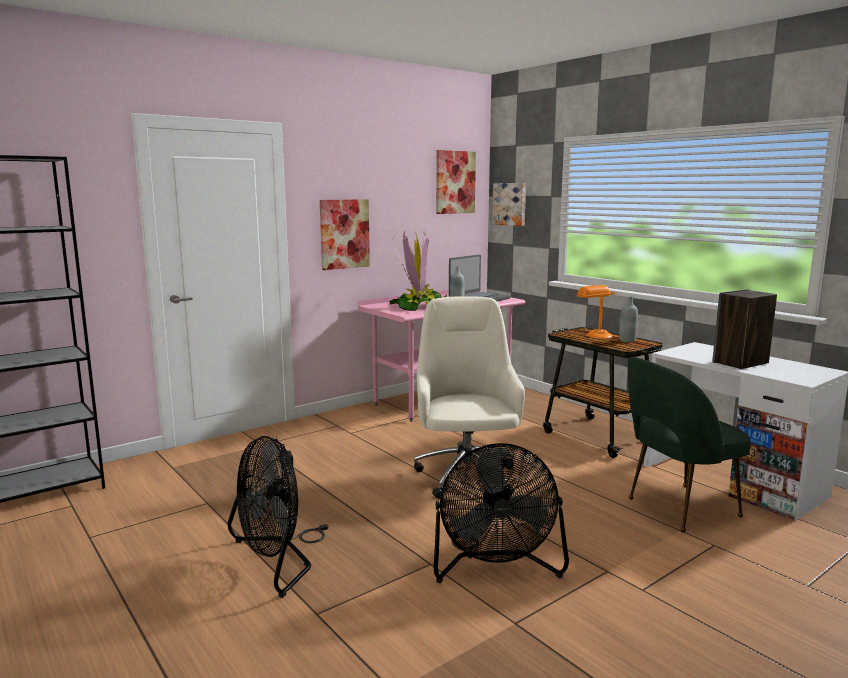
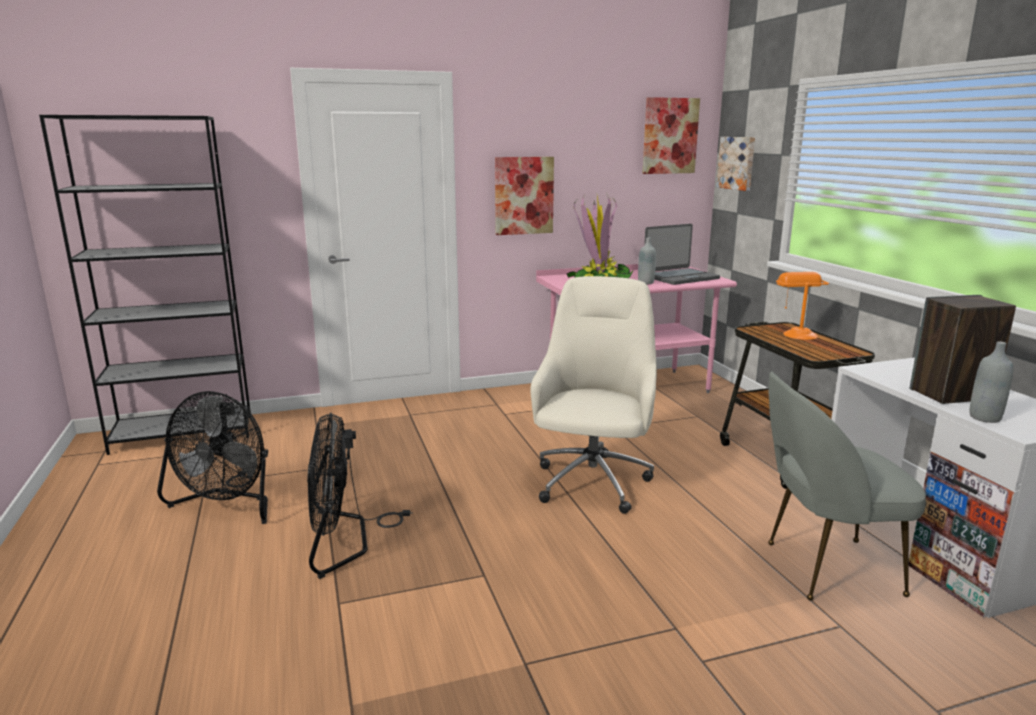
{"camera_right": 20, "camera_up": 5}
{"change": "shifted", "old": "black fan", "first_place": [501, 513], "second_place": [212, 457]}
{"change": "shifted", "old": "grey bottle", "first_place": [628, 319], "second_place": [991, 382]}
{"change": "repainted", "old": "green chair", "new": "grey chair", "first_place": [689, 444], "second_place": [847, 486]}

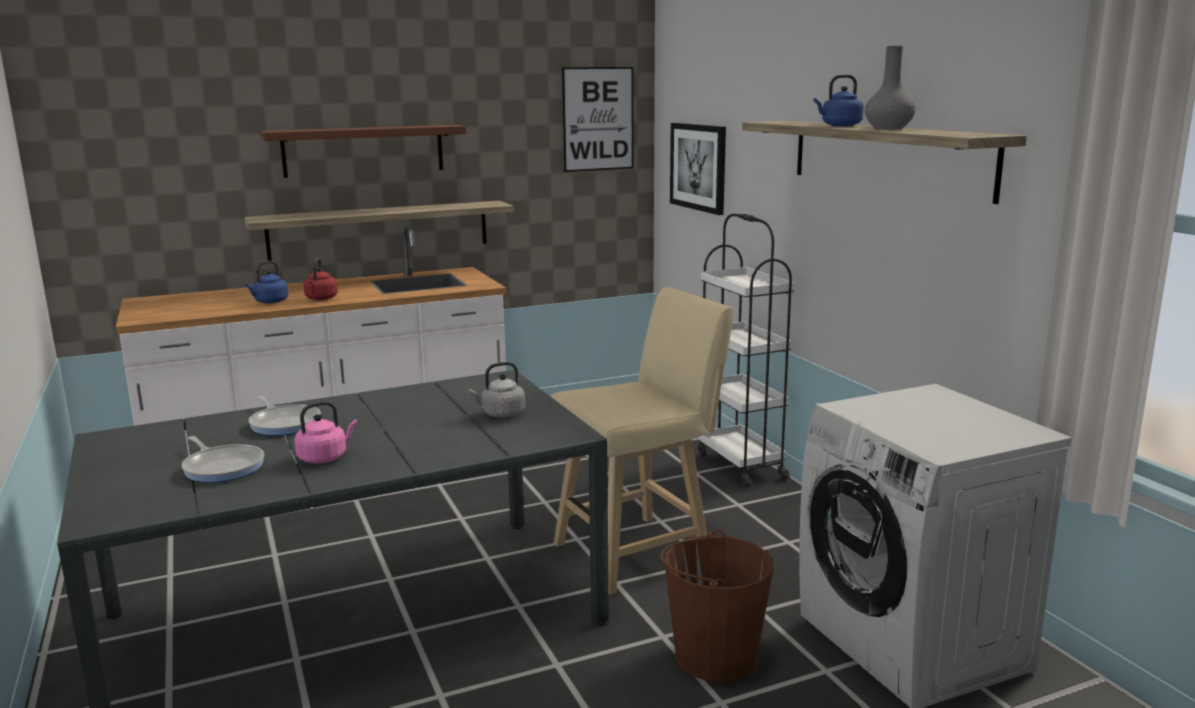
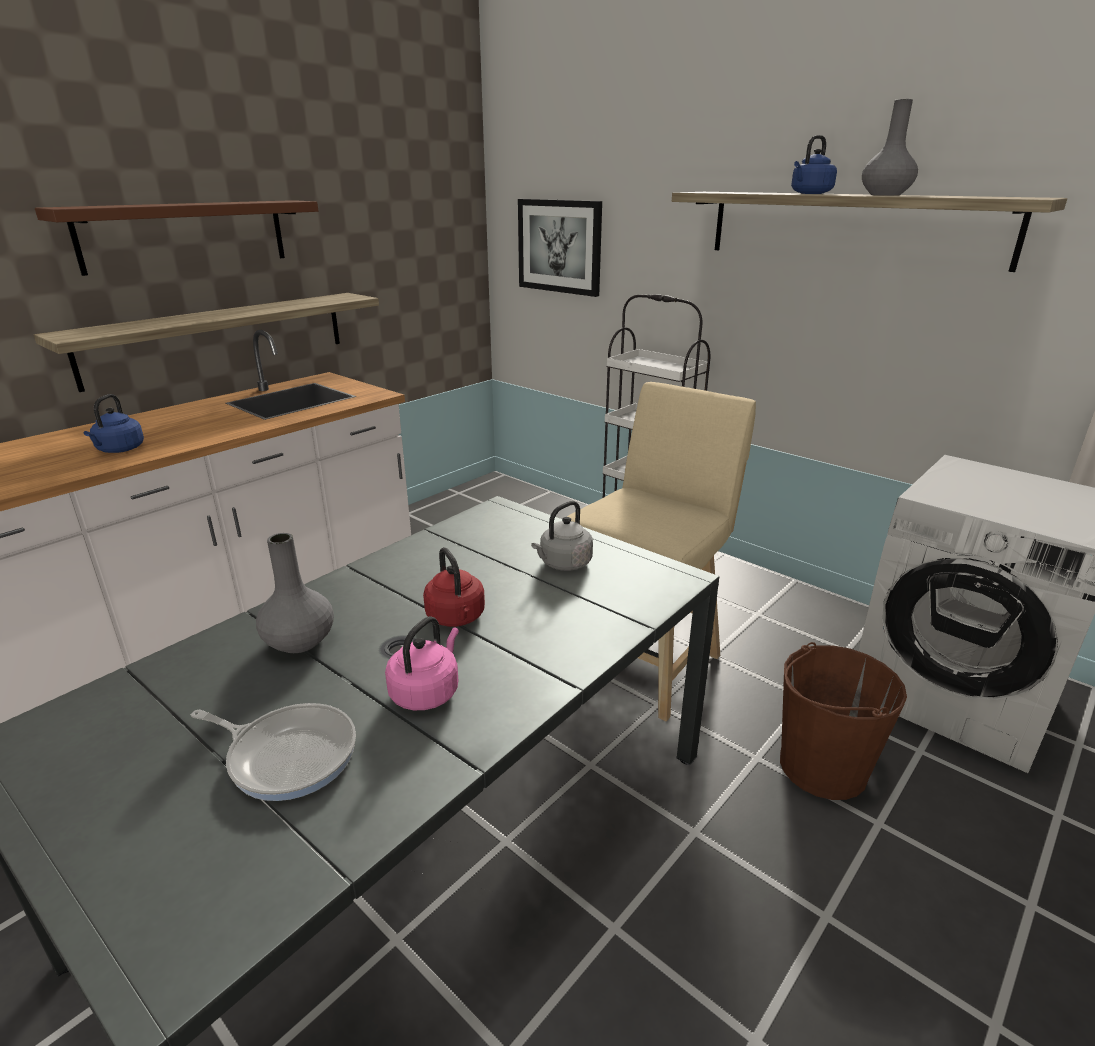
{"camera_right": -25, "camera_up": 10}
{"change": "swapped", "old": "frying pan", "new": "grey vase", "first_place": [284, 416], "second_place": [295, 593]}
{"change": "shifted", "old": "red kettle", "first_place": [320, 279], "second_place": [454, 587]}
{"change": "gone", "old": "picture", "first_place": [597, 119]}

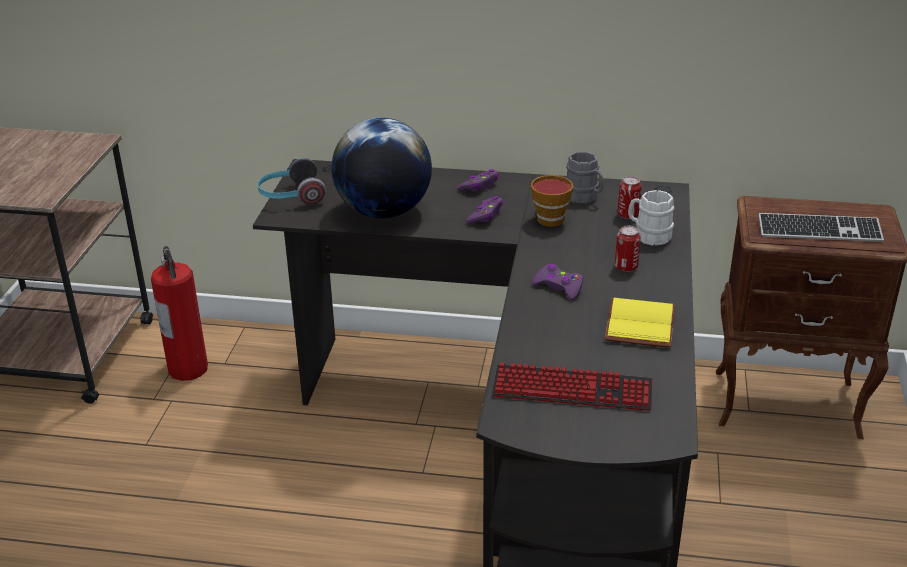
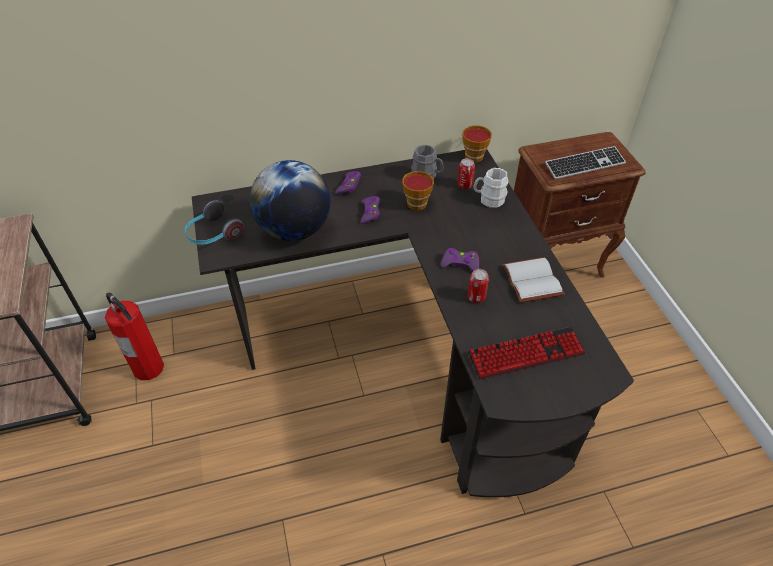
{"camera_right": -25, "camera_up": 15}
{"change": "repainted", "old": "yellow book", "new": "white book", "first_place": [640, 323], "second_place": [533, 280]}
{"change": "shifted", "old": "can", "first_place": [628, 249], "second_place": [478, 286]}
{"change": "new", "new": "cup", "second_place": [477, 143]}

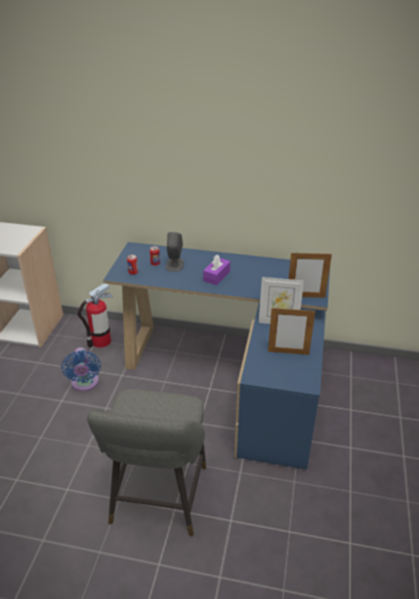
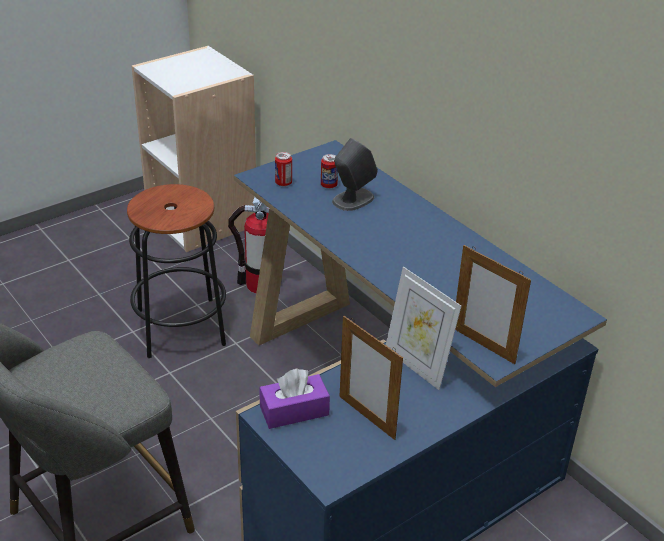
{"camera_right": 40, "camera_up": 0}
{"change": "swapped", "old": "blue fan", "new": "black stool", "first_place": [81, 369], "second_place": [176, 271]}
{"change": "shifted", "old": "purple tissue box", "first_place": [216, 270], "second_place": [294, 399]}

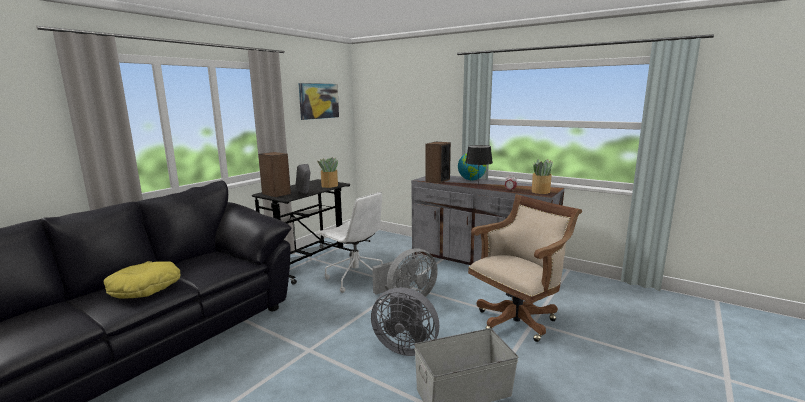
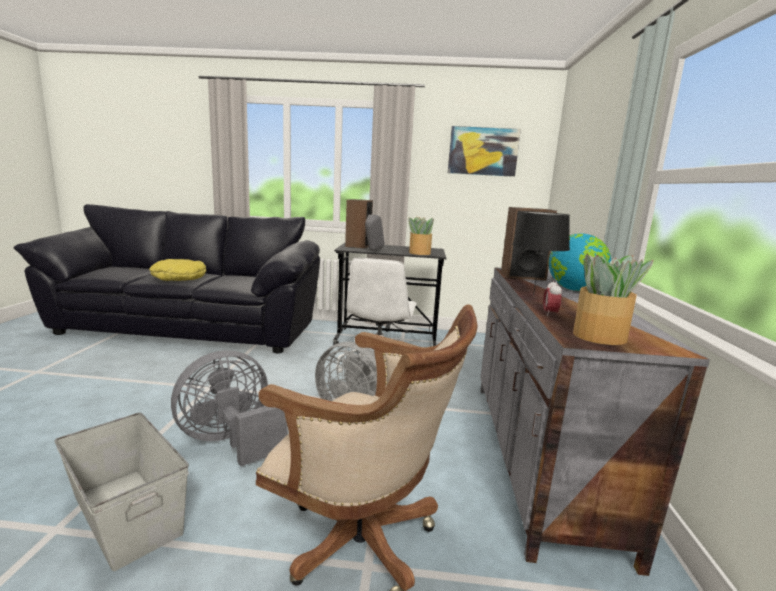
{"camera_right": 60, "camera_up": 0}
{"change": "rotated", "old": "grey fan", "first_place": [405, 321], "second_place": [229, 408], "degrees": 60}

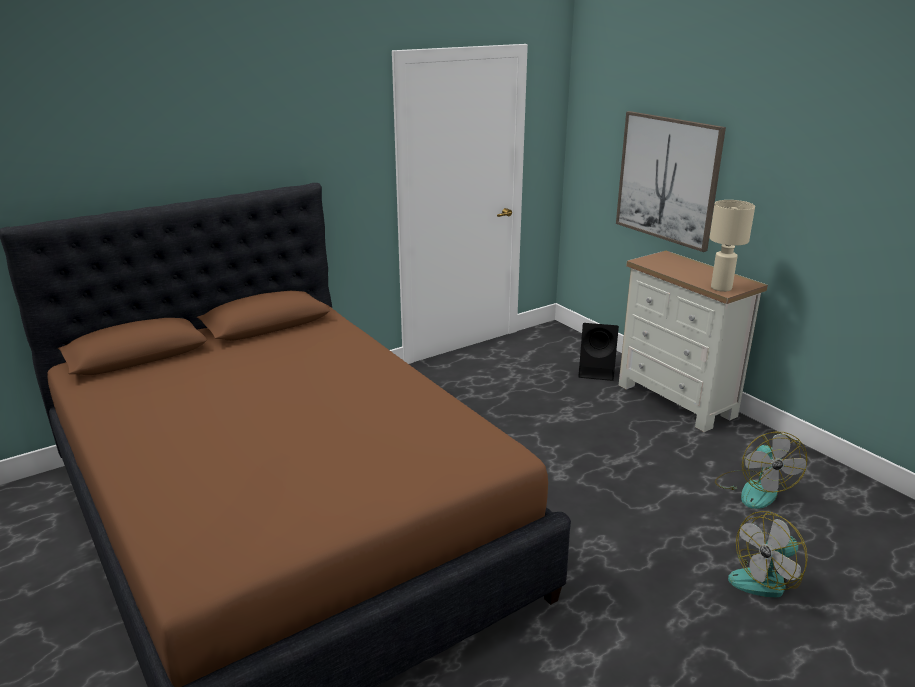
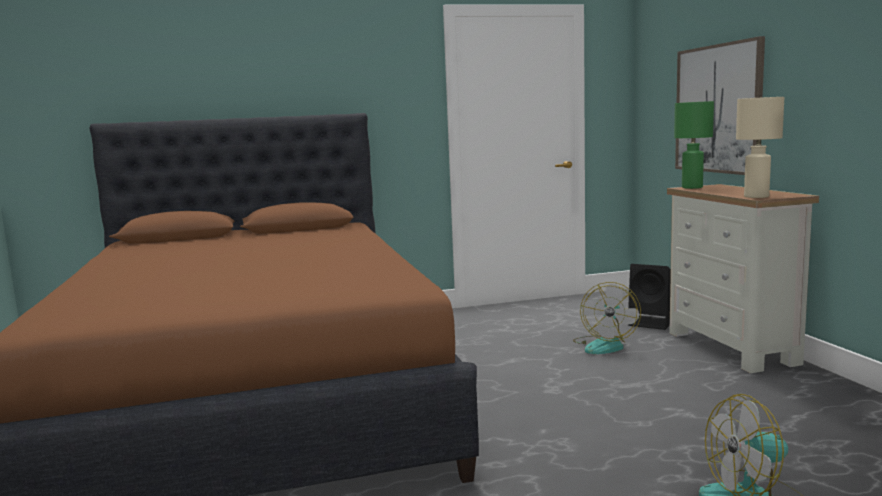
{"camera_right": 20, "camera_up": -15}
{"change": "shifted", "old": "fan", "first_place": [761, 470], "second_place": [607, 318]}
{"change": "new", "new": "green table lamp", "second_place": [694, 145]}

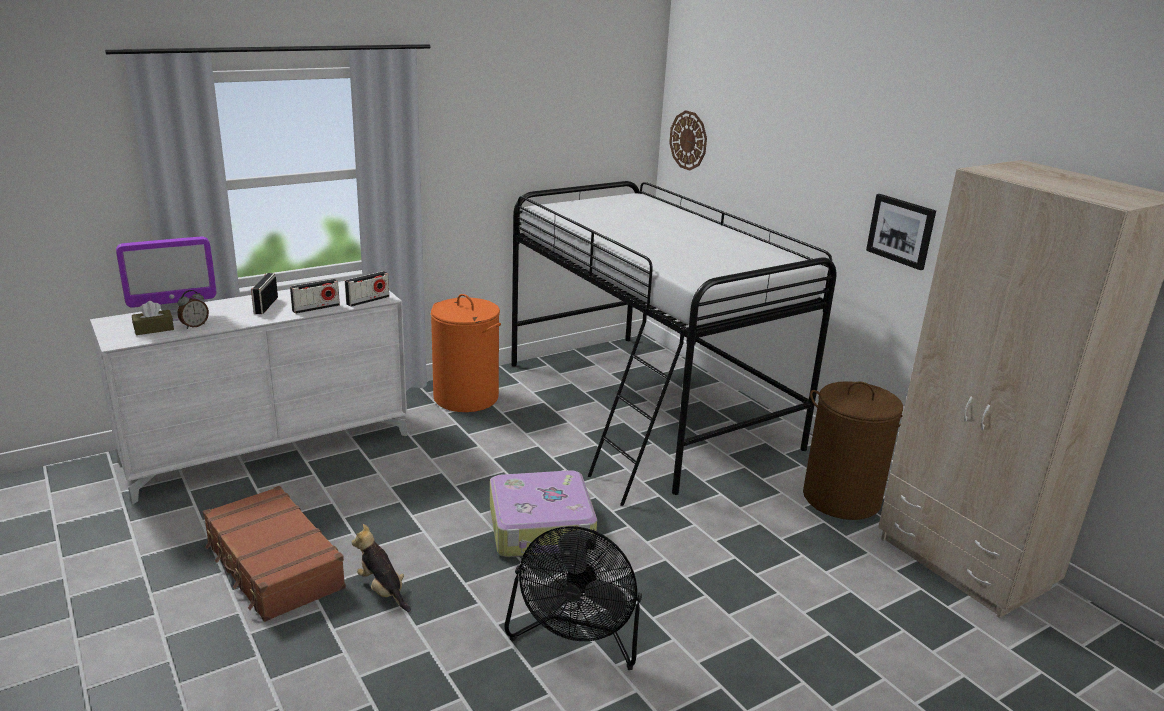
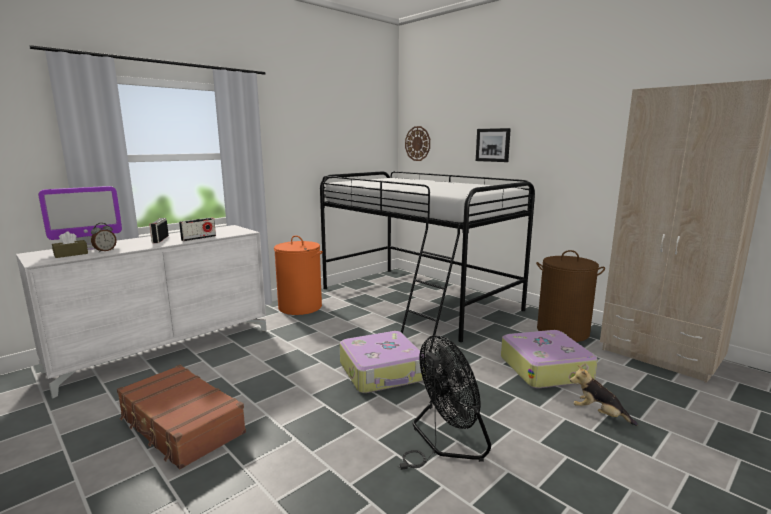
{"camera_right": -10, "camera_up": -10}
{"change": "gone", "old": "radio", "first_place": [367, 289]}
{"change": "shifted", "old": "plush toy", "first_place": [381, 568], "second_place": [604, 395]}
{"change": "rotated", "old": "black fan", "first_place": [573, 597], "second_place": [444, 403], "degrees": -120}
{"change": "shifted", "old": "picture", "first_place": [901, 232], "second_place": [493, 145]}
{"change": "new", "new": "suitcase", "second_place": [549, 359]}

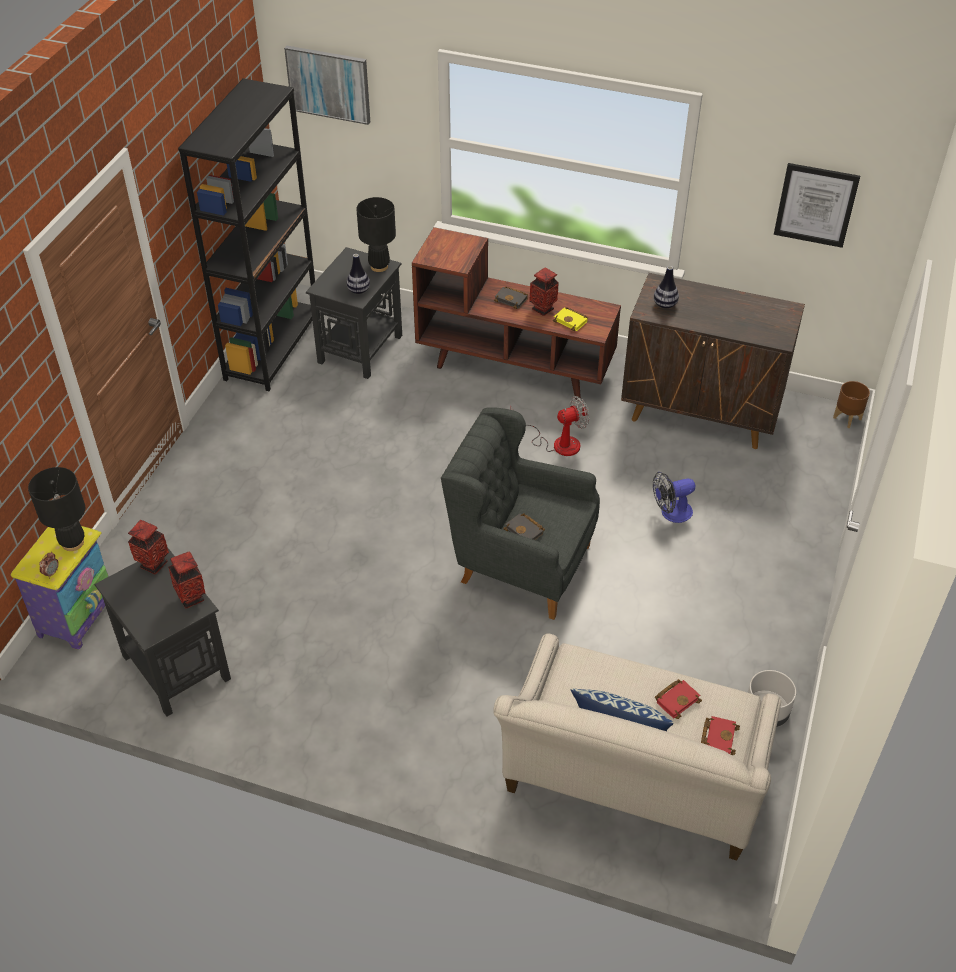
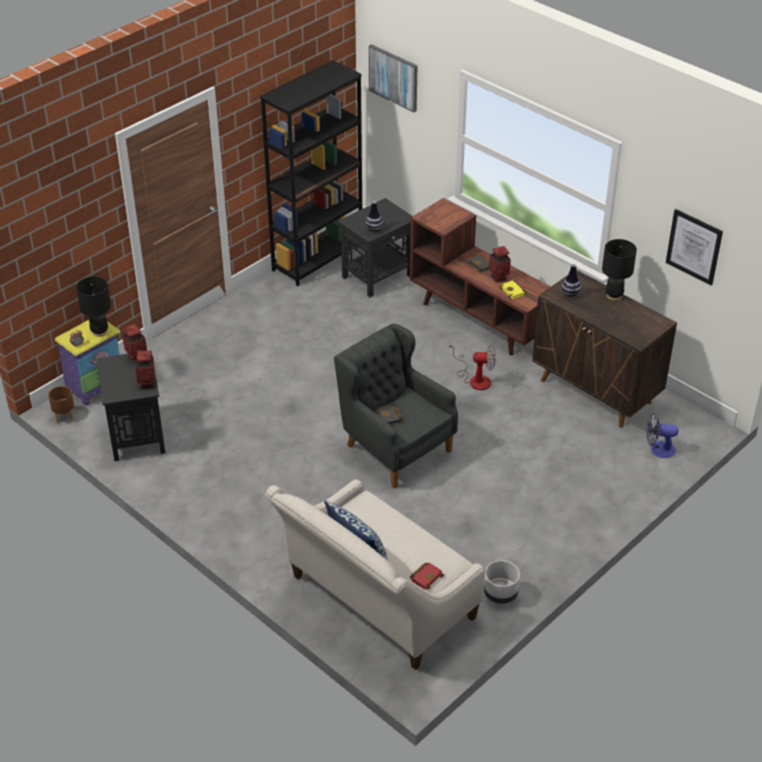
{"camera_right": 25, "camera_up": -5}
{"change": "shifted", "old": "black table lamp", "first_place": [376, 234], "second_place": [619, 270]}
{"change": "shifted", "old": "fan", "first_place": [674, 497], "second_place": [663, 435]}
{"change": "gone", "old": "red book", "first_place": [678, 699]}
{"change": "shifted", "old": "brown planter", "first_place": [851, 404], "second_place": [61, 404]}

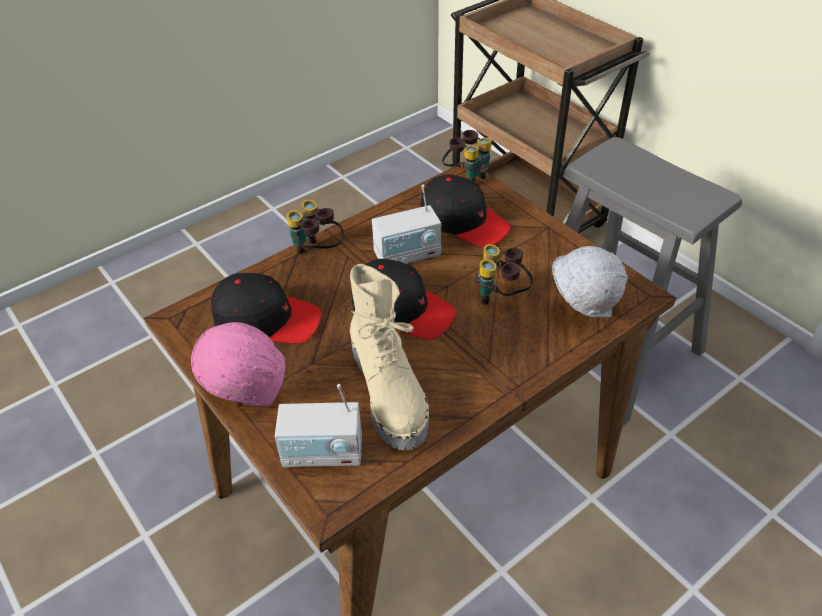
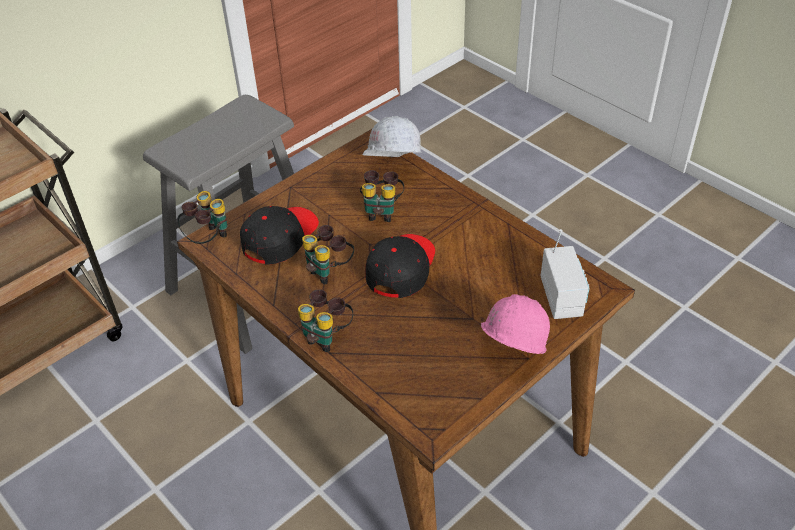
{"camera_right": -95, "camera_up": 0}
{"change": "gone", "old": "black cap", "first_place": [266, 308]}
{"change": "gone", "old": "beige boot", "first_place": [389, 357]}
{"change": "swapped", "old": "radio", "new": "binoculars", "first_place": [406, 224], "second_place": [328, 254]}

